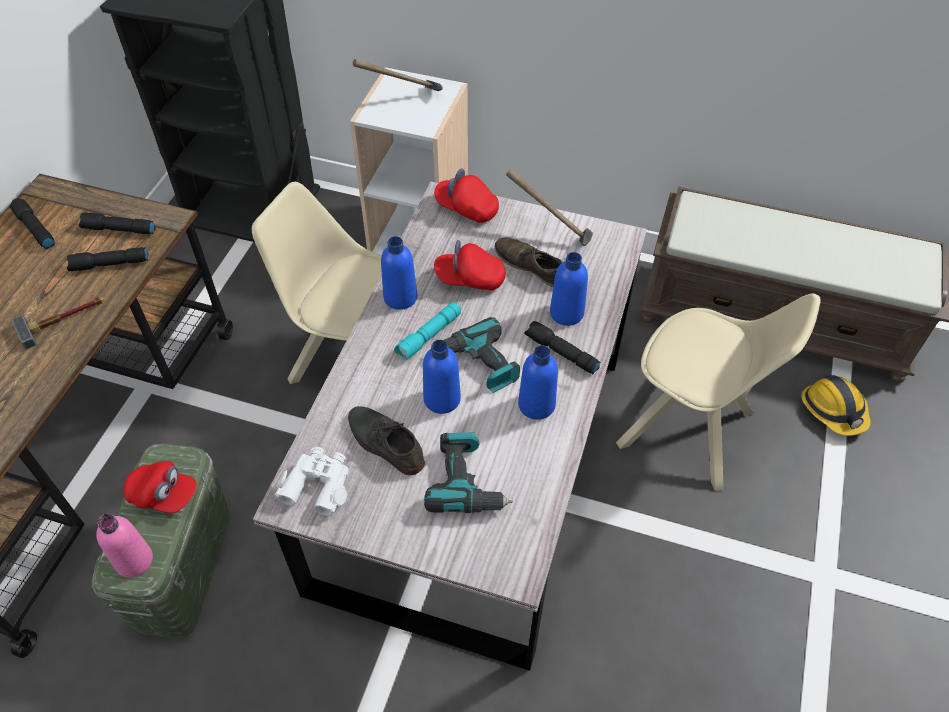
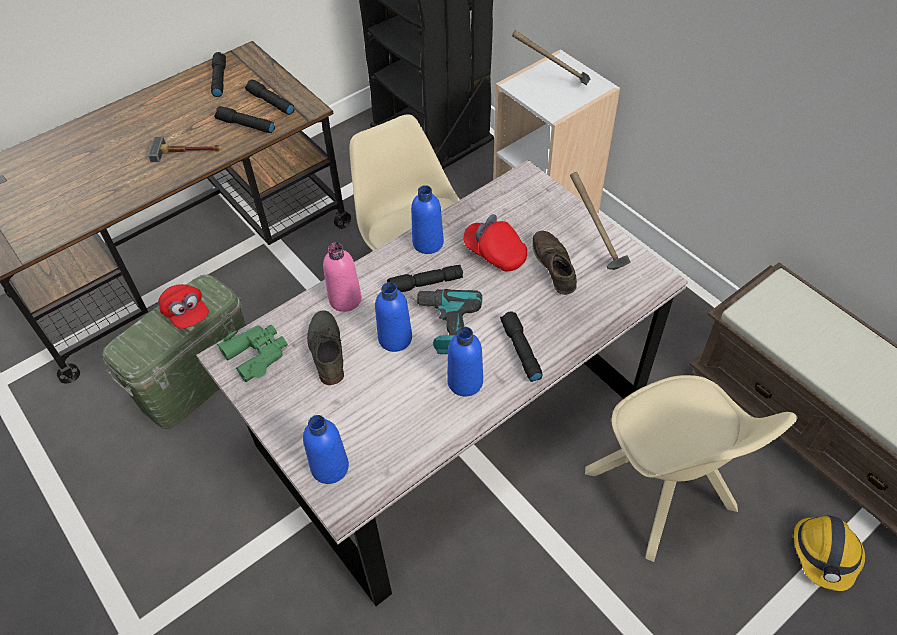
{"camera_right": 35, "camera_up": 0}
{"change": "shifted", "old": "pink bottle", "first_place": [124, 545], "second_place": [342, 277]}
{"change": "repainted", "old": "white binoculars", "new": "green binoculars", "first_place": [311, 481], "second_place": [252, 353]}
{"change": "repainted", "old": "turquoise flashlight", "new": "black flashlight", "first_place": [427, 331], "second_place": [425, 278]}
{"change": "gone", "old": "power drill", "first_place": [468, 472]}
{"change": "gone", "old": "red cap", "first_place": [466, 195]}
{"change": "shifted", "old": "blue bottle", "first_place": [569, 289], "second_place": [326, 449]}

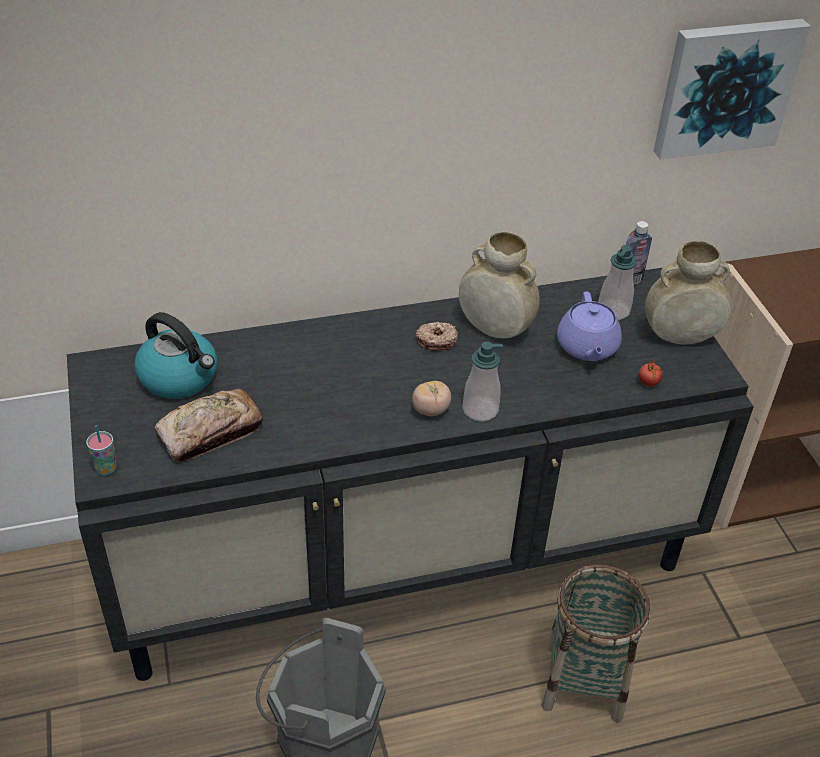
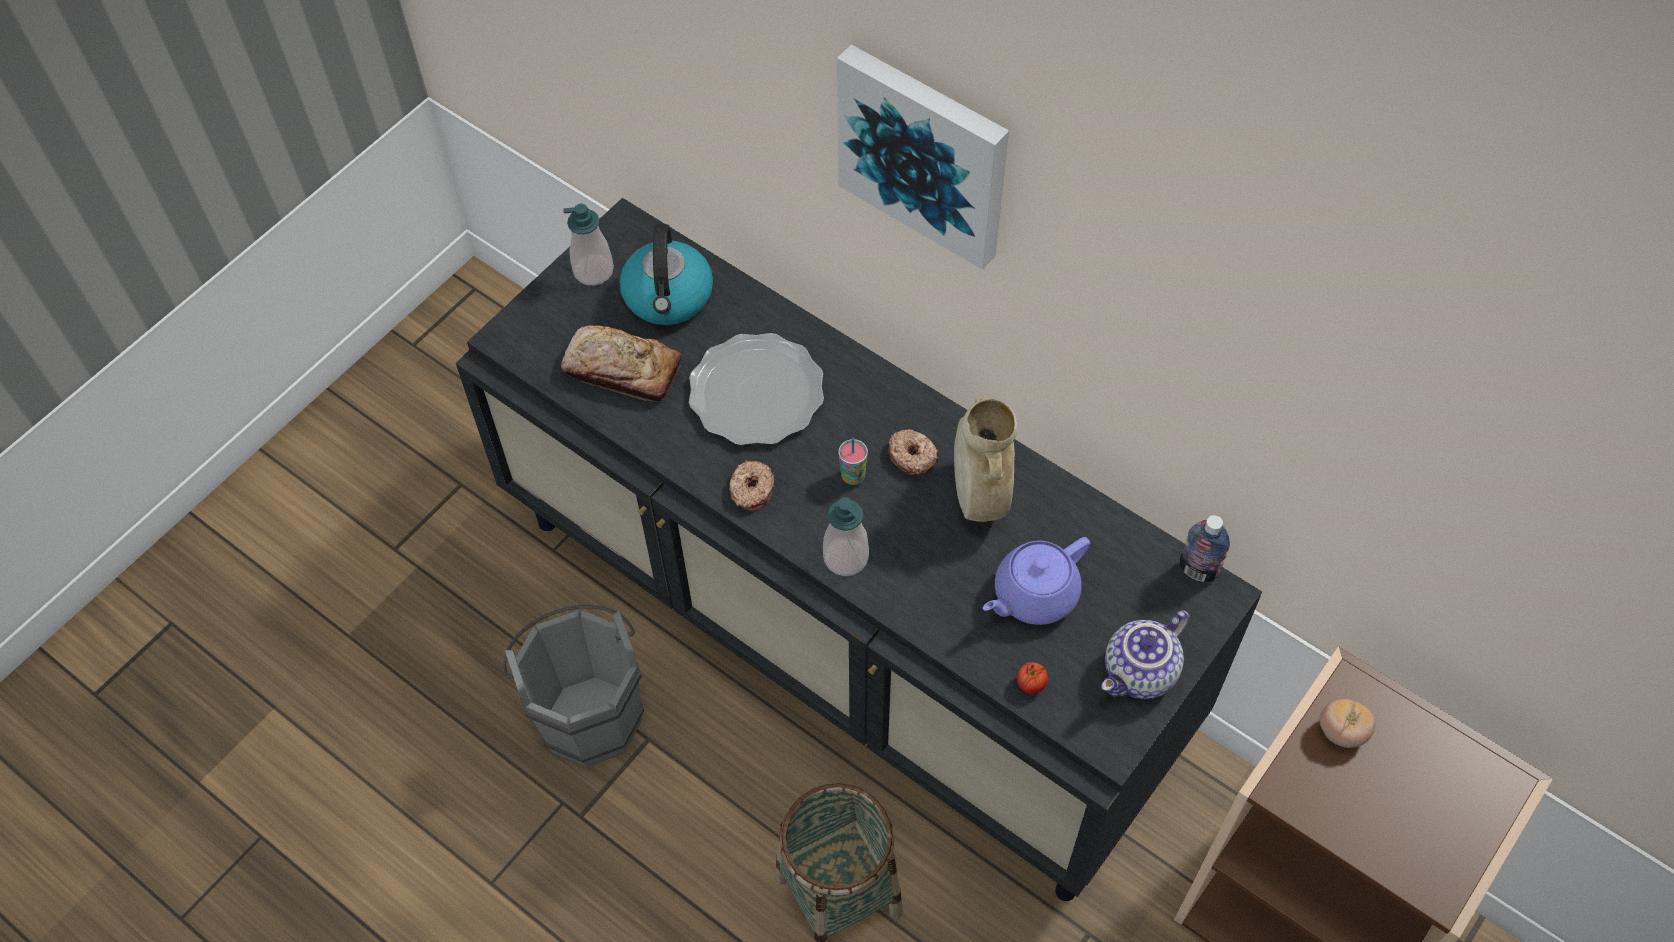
{"camera_right": 55, "camera_up": 15}
{"change": "shifted", "old": "cup", "first_place": [101, 450], "second_place": [853, 461]}
{"change": "shifted", "old": "tomato", "first_place": [431, 398], "second_place": [1347, 723]}
{"change": "shifted", "old": "soap dispenser", "first_place": [617, 282], "second_place": [588, 245]}
{"change": "swapped", "old": "beige vase", "new": "teapot", "first_place": [688, 292], "second_place": [1145, 654]}
{"change": "shifted", "old": "picture", "first_place": [732, 89], "second_place": [923, 157]}
{"change": "new", "new": "plate", "second_place": [756, 389]}
{"change": "new", "new": "donut", "second_place": [752, 485]}

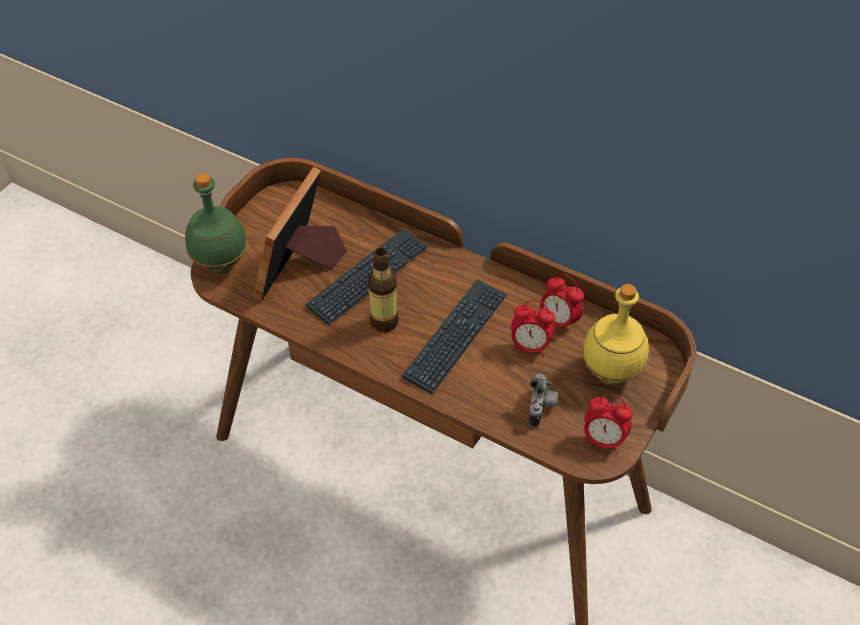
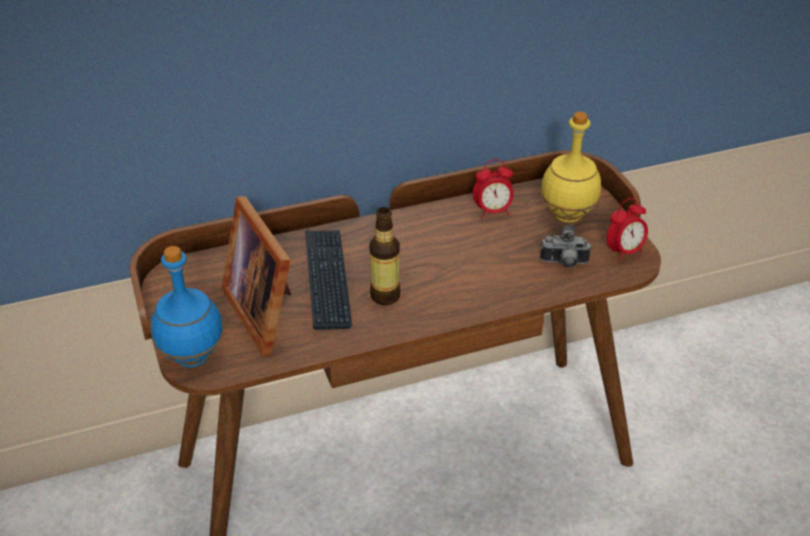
{"camera_right": -50, "camera_up": -10}
{"change": "repainted", "old": "green bottle", "new": "blue bottle", "first_place": [216, 223], "second_place": [187, 307]}
{"change": "gone", "old": "keyboard", "first_place": [454, 336]}
{"change": "gone", "old": "alarm clock", "first_place": [533, 328]}
{"change": "rotated", "old": "photo camera", "first_place": [543, 401], "second_place": [565, 246], "degrees": 135}

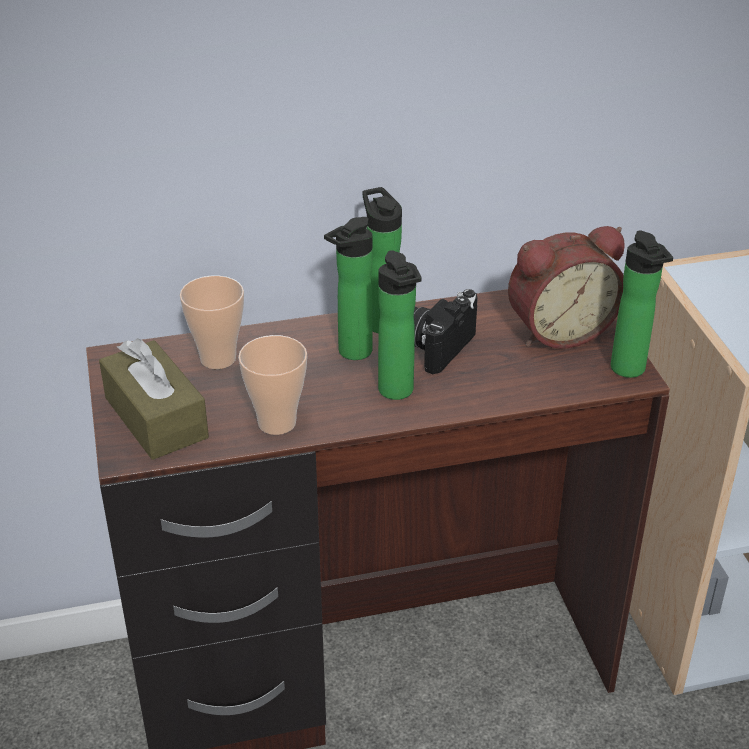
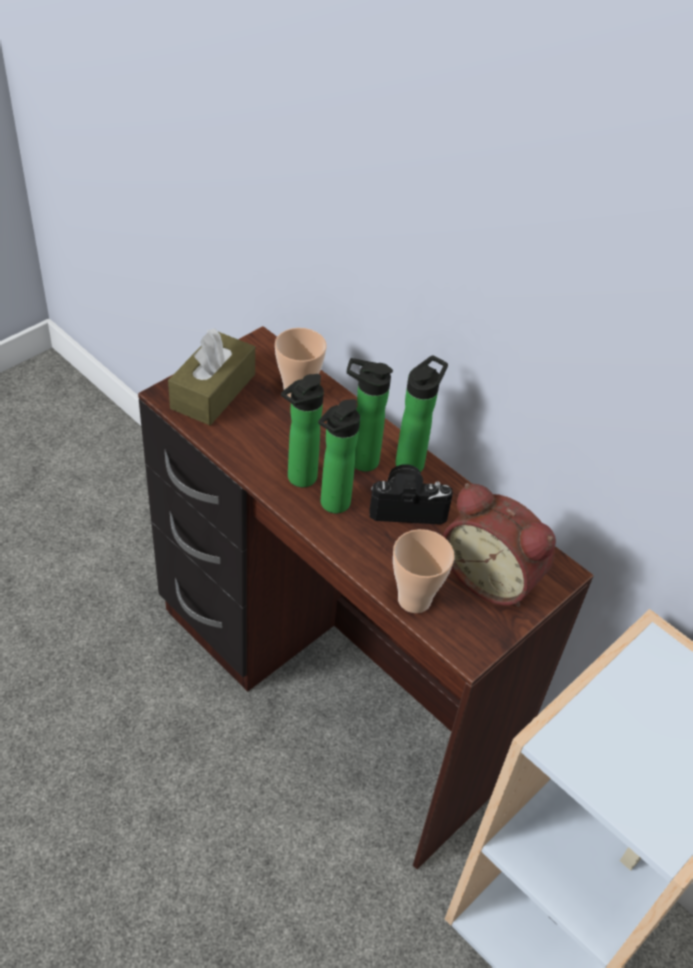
{"camera_right": 55, "camera_up": 10}
{"change": "shifted", "old": "cup", "first_place": [272, 385], "second_place": [424, 571]}
{"change": "shifted", "old": "bottle", "first_place": [642, 304], "second_place": [302, 430]}

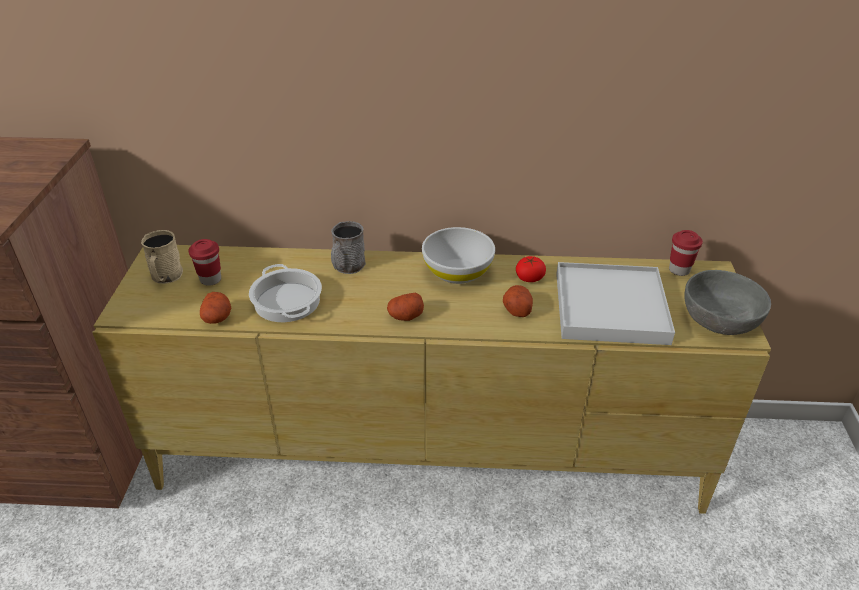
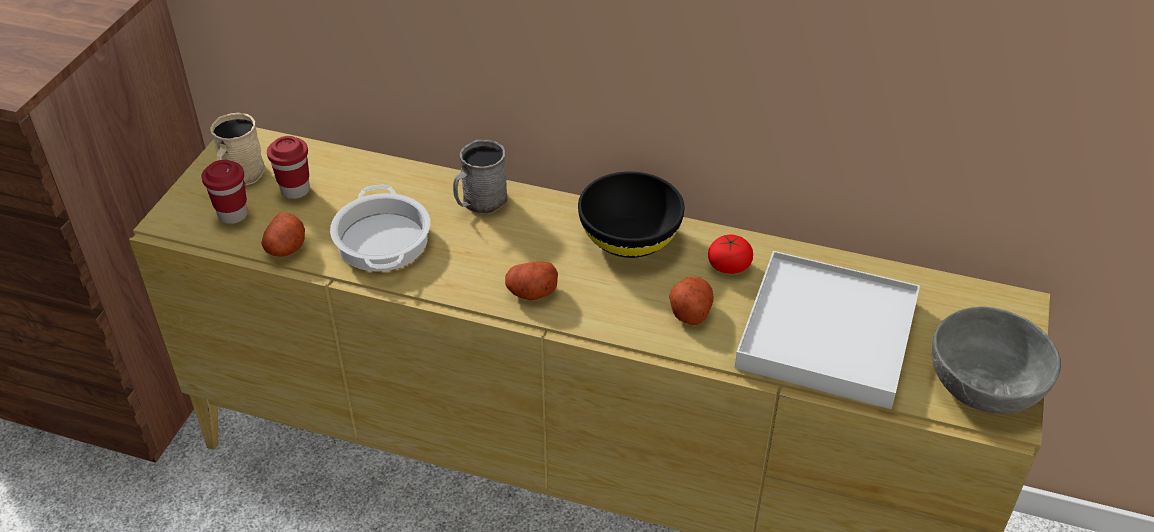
{"camera_right": 15, "camera_up": 5}
{"change": "repainted", "old": "white bowl", "new": "black bowl", "first_place": [458, 255], "second_place": [631, 214]}
{"change": "shifted", "old": "red cup", "first_place": [686, 253], "second_place": [224, 192]}

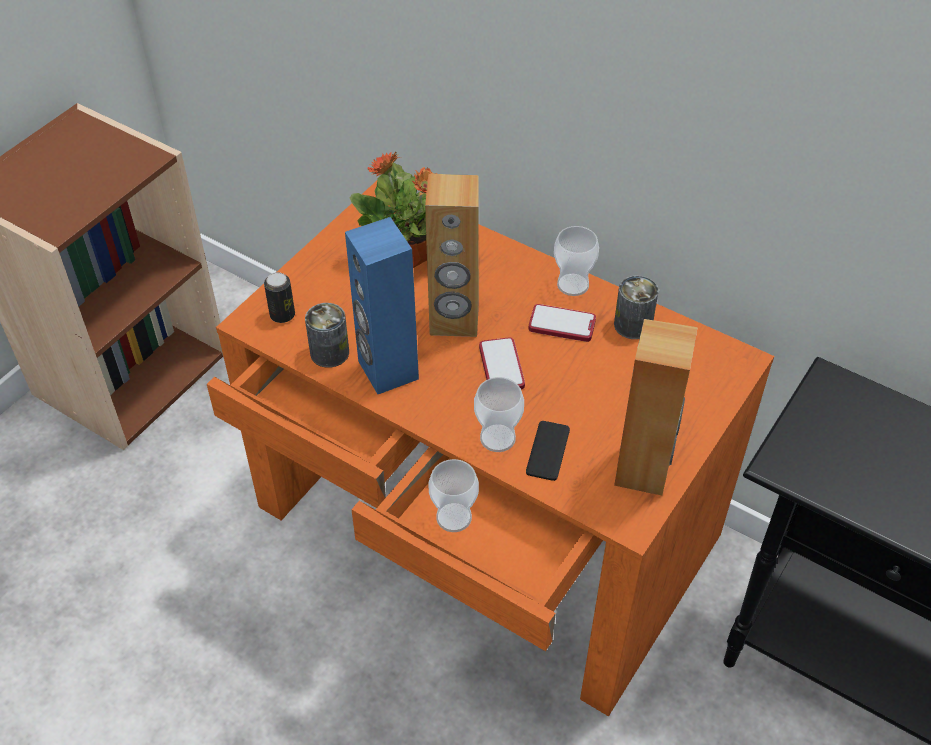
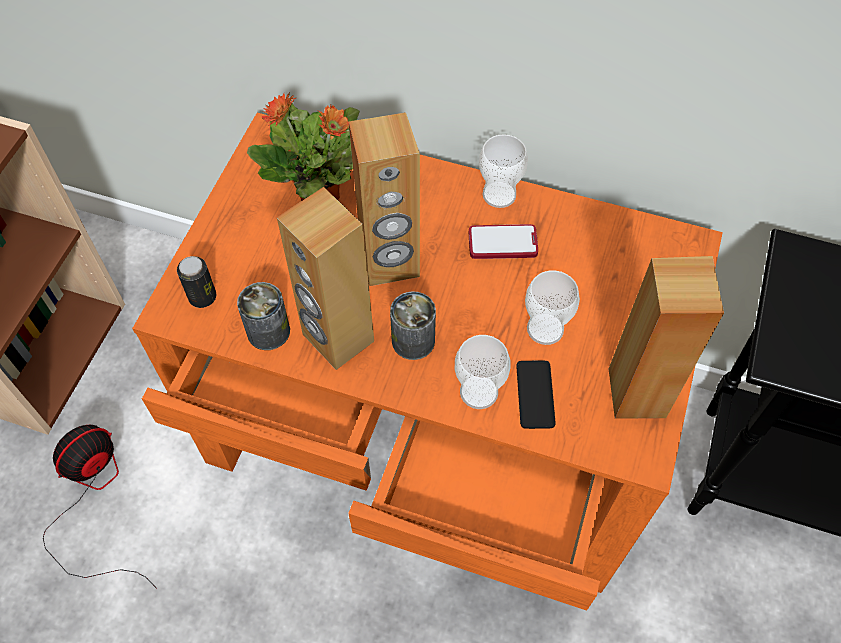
{"camera_right": -15, "camera_up": 10}
{"change": "repainted", "old": "blue speaker", "new": "brown speaker", "first_place": [382, 305], "second_place": [325, 278]}
{"change": "shifted", "old": "cup", "first_place": [454, 495], "second_place": [552, 307]}
{"change": "gone", "old": "phone", "first_place": [502, 363]}
{"change": "shifted", "old": "can", "first_place": [636, 307], "second_place": [413, 325]}
{"change": "new", "new": "fan", "second_place": [100, 506]}

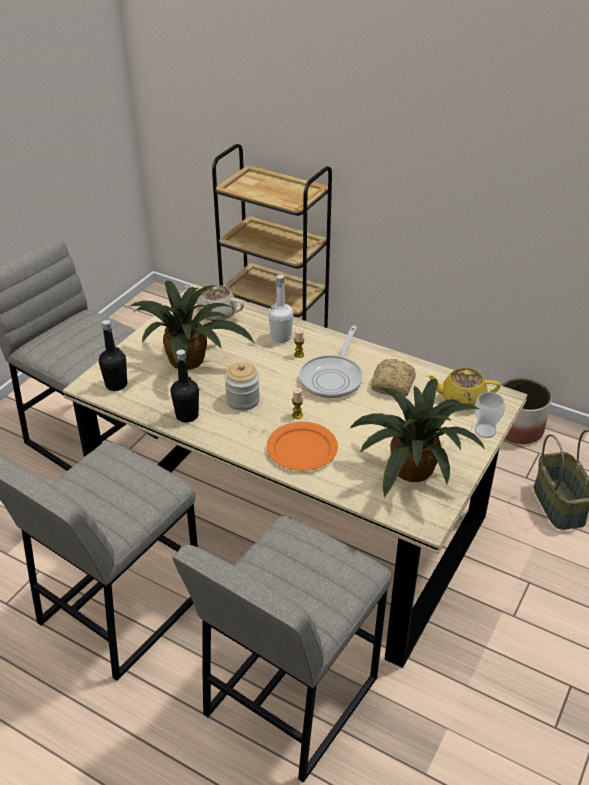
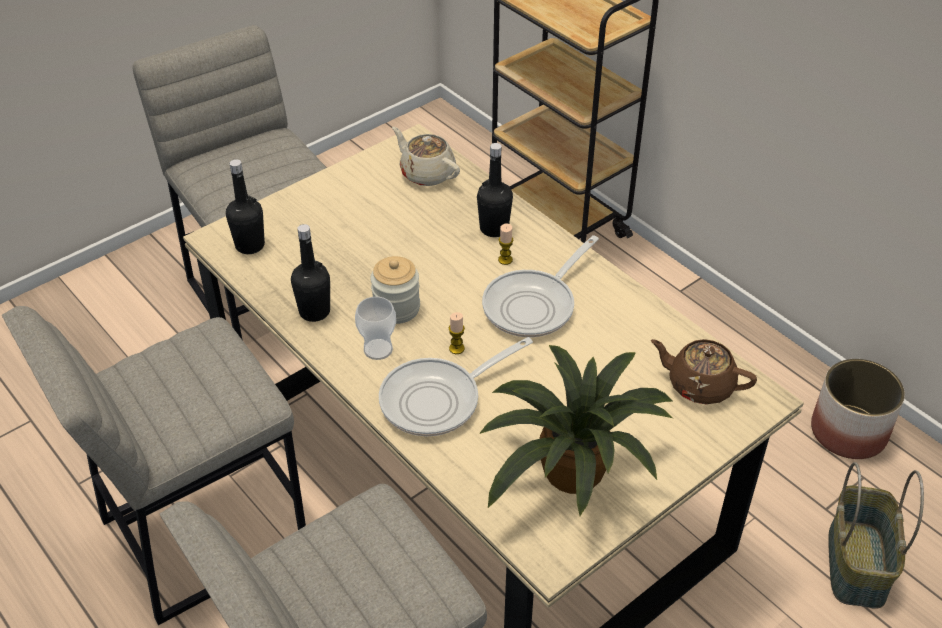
{"camera_right": 20, "camera_up": 5}
{"change": "gone", "old": "potted plant", "first_place": [191, 325]}
{"change": "swapped", "old": "orange plate", "new": "frying pan", "first_place": [302, 446], "second_place": [456, 386]}
{"change": "repainted", "old": "white bottle", "new": "black bottle", "first_place": [280, 309], "second_place": [495, 190]}
{"change": "gone", "old": "bread", "first_place": [393, 378]}
{"change": "repainted", "old": "yellow teapot", "new": "brown teapot", "first_place": [464, 389], "second_place": [704, 371]}
{"change": "shifted", "old": "cup", "first_place": [490, 415], "second_place": [375, 328]}

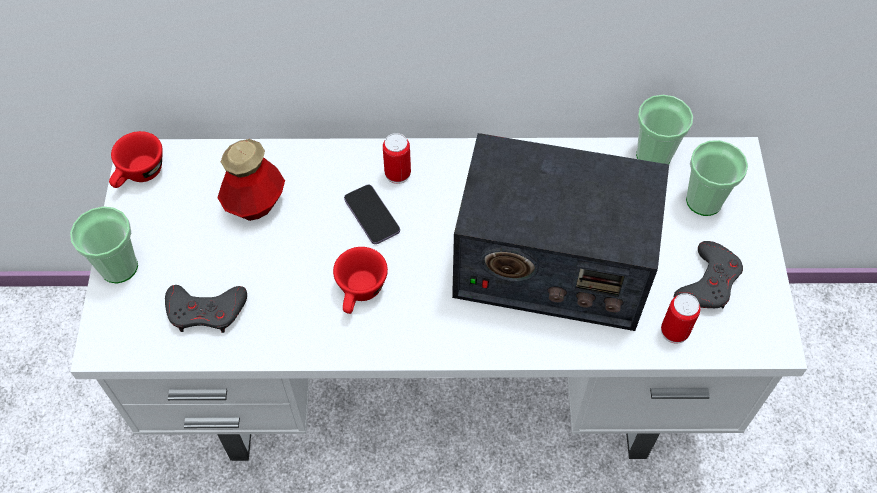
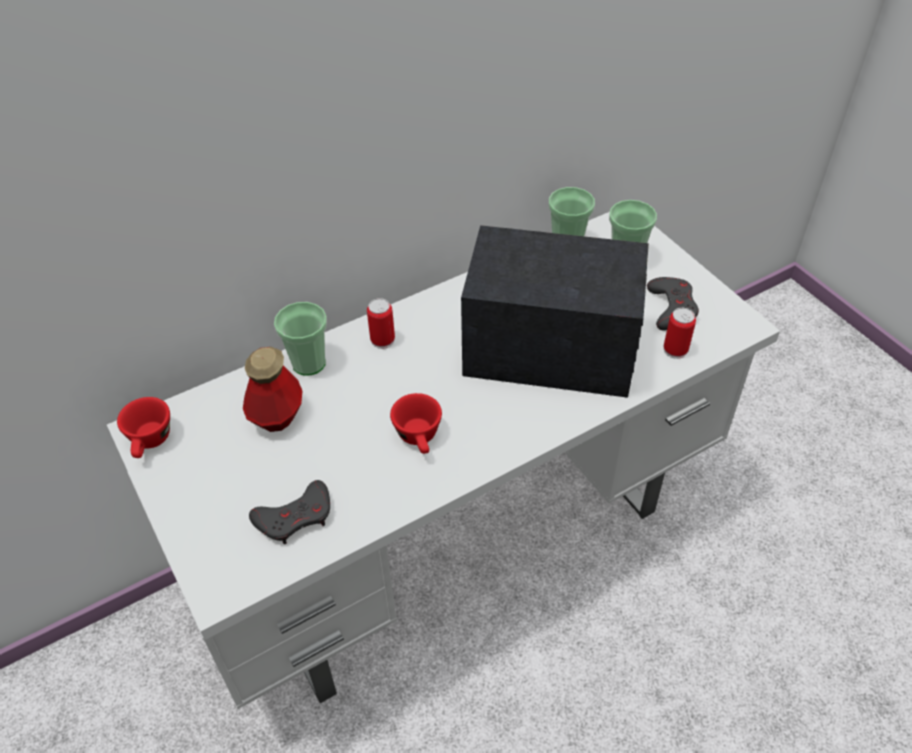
{"camera_right": -30, "camera_up": -10}
{"change": "shifted", "old": "cup", "first_place": [104, 244], "second_place": [300, 339]}
{"change": "gone", "old": "phone", "first_place": [372, 214]}
{"change": "rotated", "old": "radio", "first_place": [560, 232], "second_place": [555, 311], "degrees": -150}

